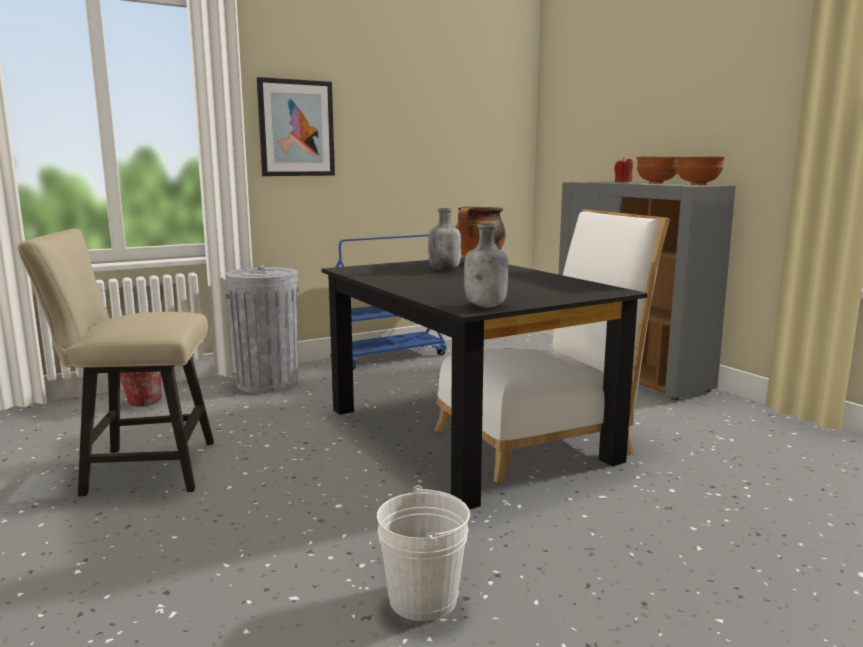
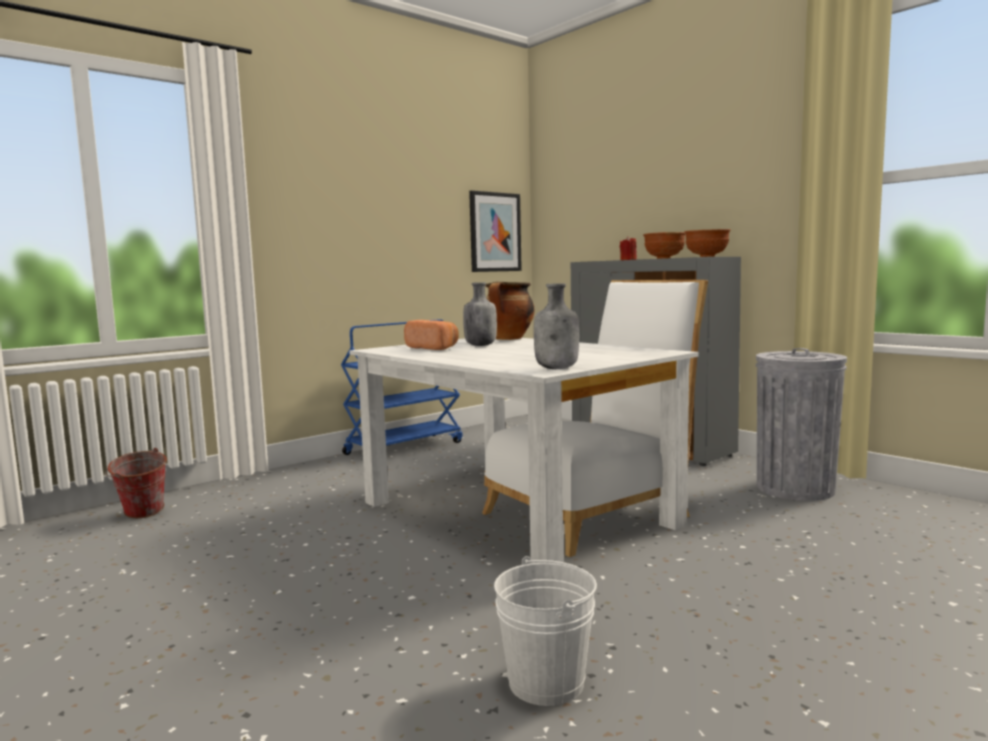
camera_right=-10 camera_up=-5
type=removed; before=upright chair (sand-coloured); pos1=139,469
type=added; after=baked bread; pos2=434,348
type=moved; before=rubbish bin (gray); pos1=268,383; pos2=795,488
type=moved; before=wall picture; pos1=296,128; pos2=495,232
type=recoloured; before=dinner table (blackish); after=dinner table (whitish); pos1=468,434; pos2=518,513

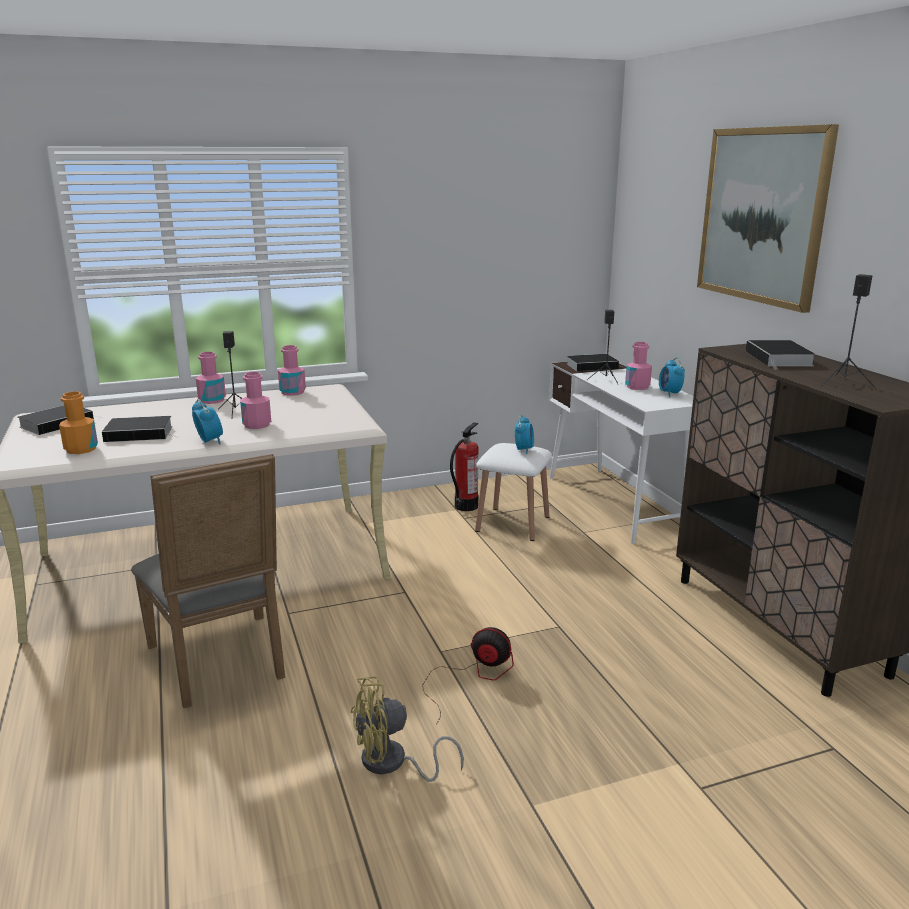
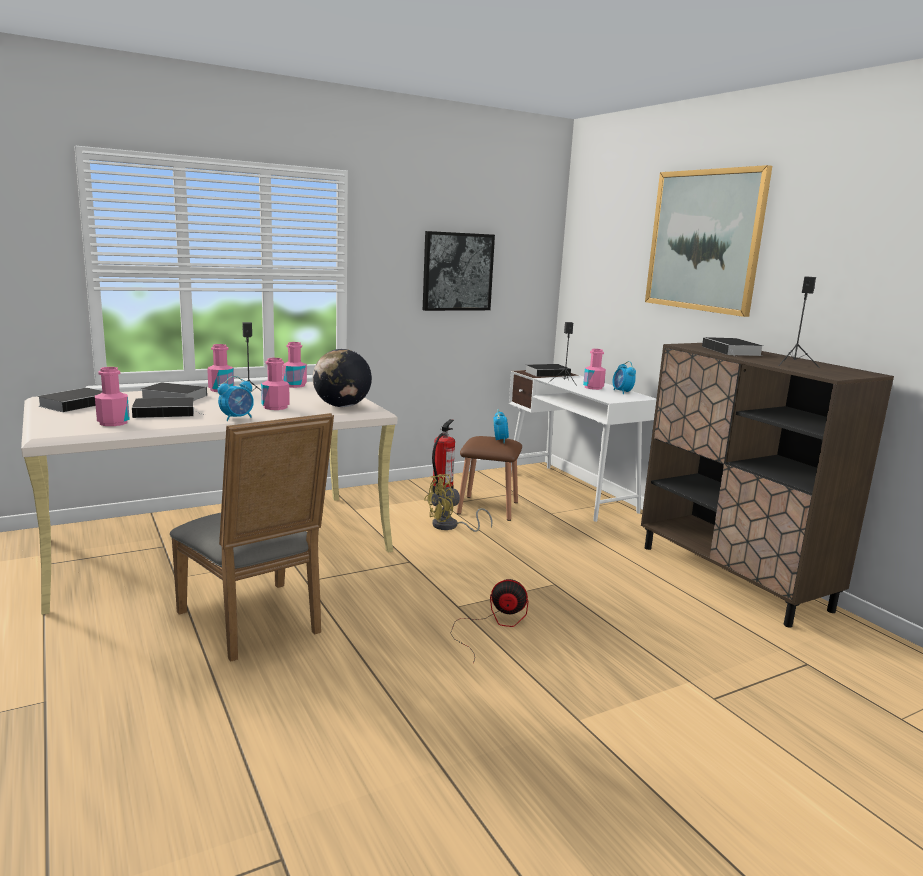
camera_right=-10 camera_up=-5
type=added; after=bound book; pos2=172,397
type=added; after=globe; pos2=341,406
type=added; after=wall picture; pos2=457,271
type=moved; before=fan (yellow); pos1=392,763; pos2=450,526
type=recoloured; before=bottle (orange-coloured); after=bottle (pink-coloured); pos1=81,449; pos2=113,423
type=recoloured; before=stool seat (whitish); after=stool seat (brown-coloured); pos1=512,523; pos2=488,508
type=turned; before=table clock; pos1=209,441; pos2=237,418; turn=90

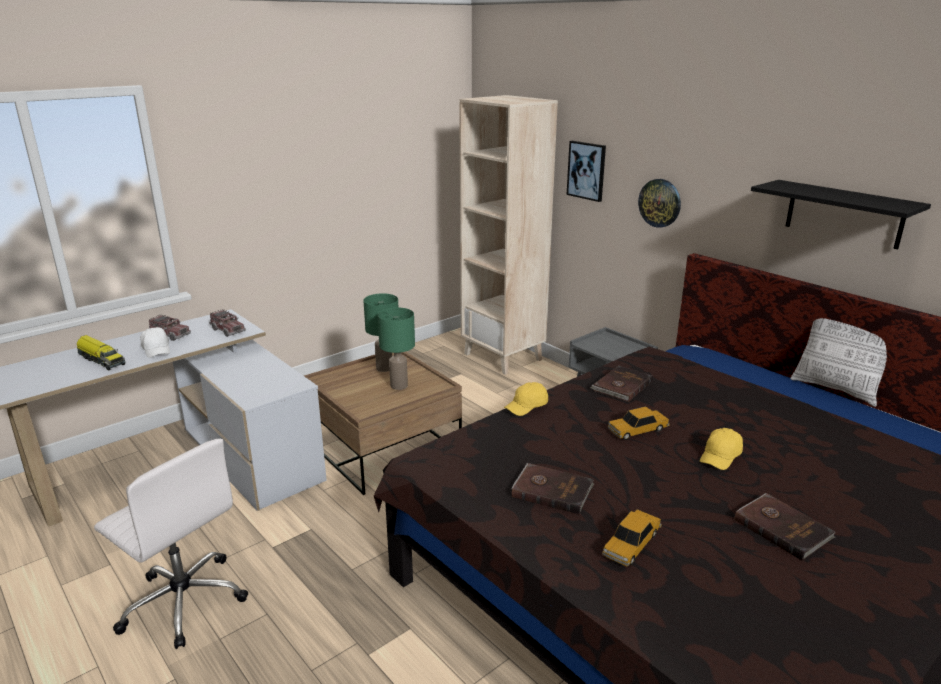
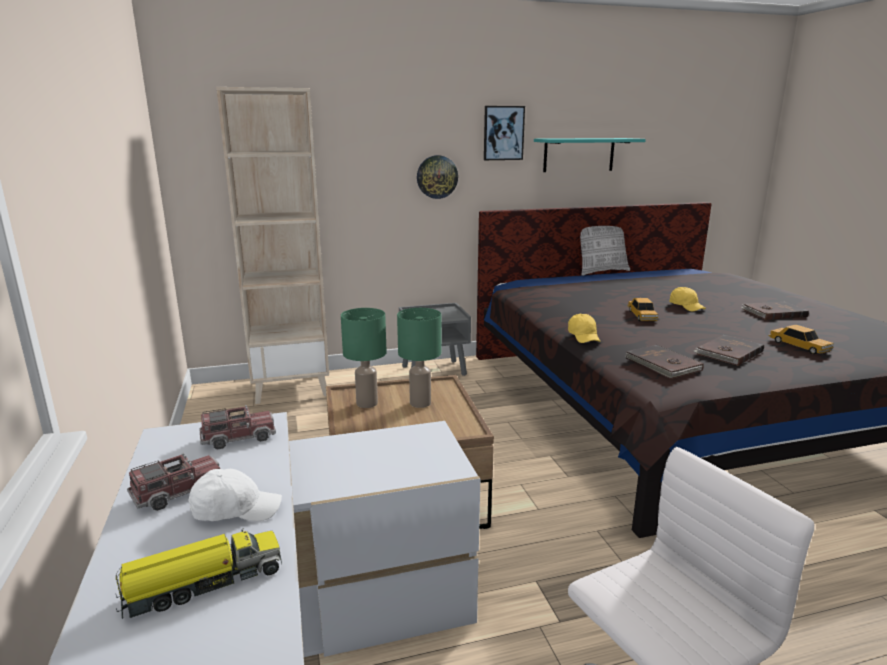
camera_right=-65 camera_up=-5
type=moved; before=wall picture; pos1=586,170; pos2=503,133
type=moved; before=bound book (brown-coloured); pos1=621,386; pos2=662,365
type=recoloured; before=shelf (blackish); after=shelf (blue-green); pos1=844,214; pos2=579,155

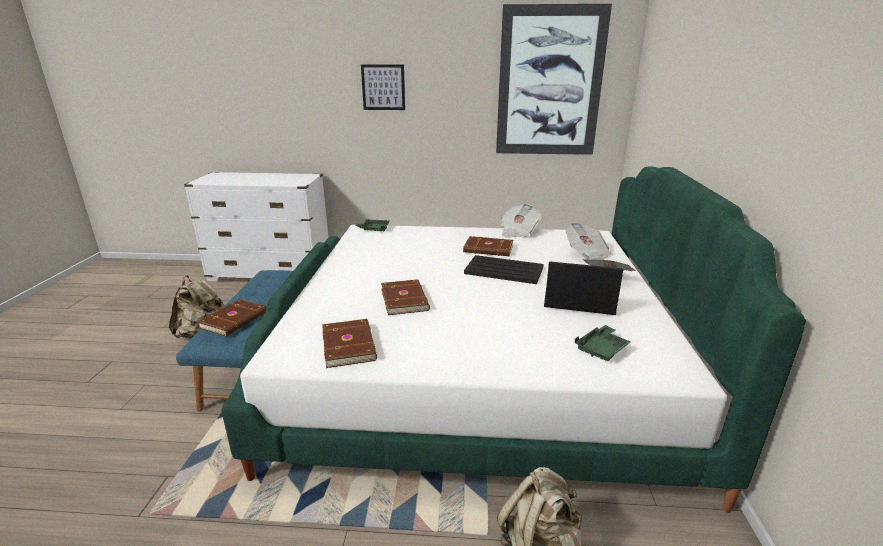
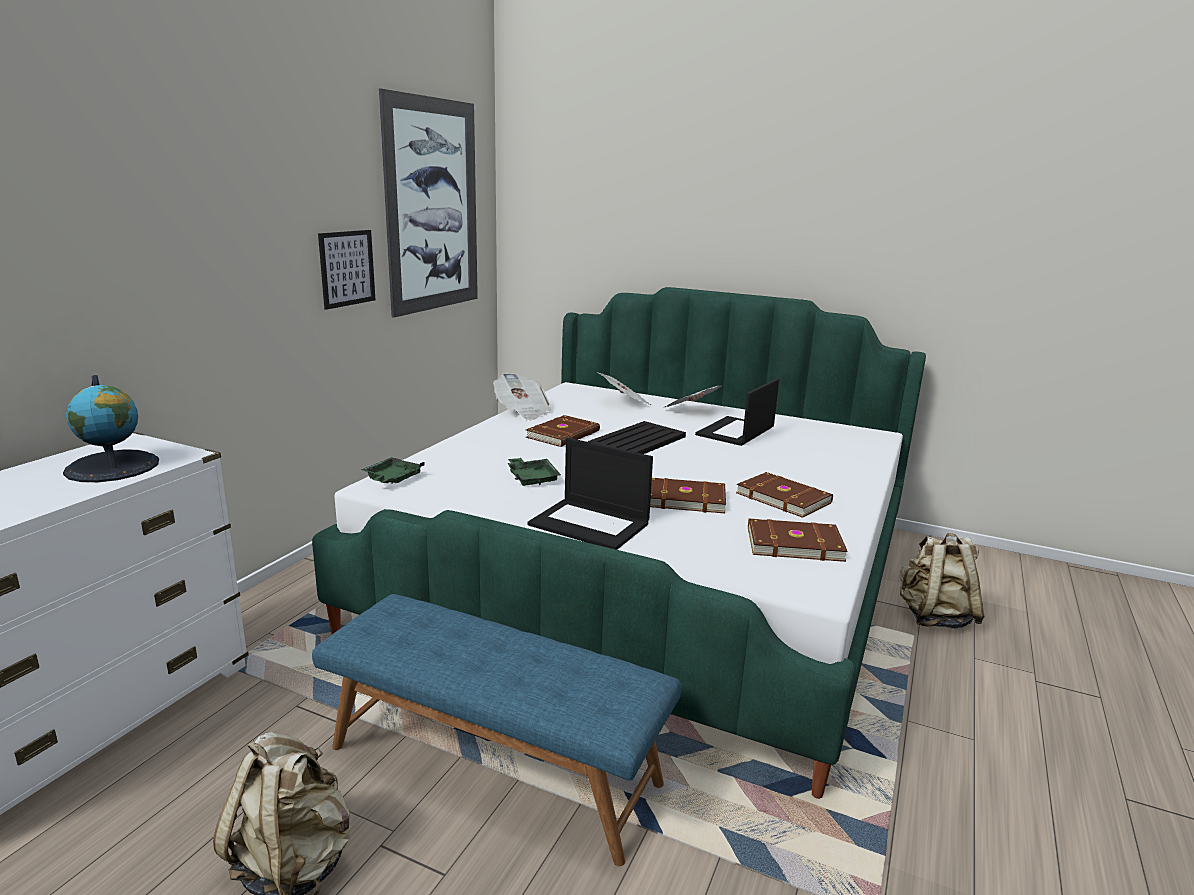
camera_right=-70 camera_up=-5
type=added; after=globe; pos2=113,466
type=added; after=notebook computer; pos2=591,524
type=moved; before=bound book (brown-coloured); pos1=235,320; pos2=783,497
type=moved; before=wall picture; pos1=383,87; pos2=347,268
type=moved; before=tray (green); pos1=602,349; pos2=532,478

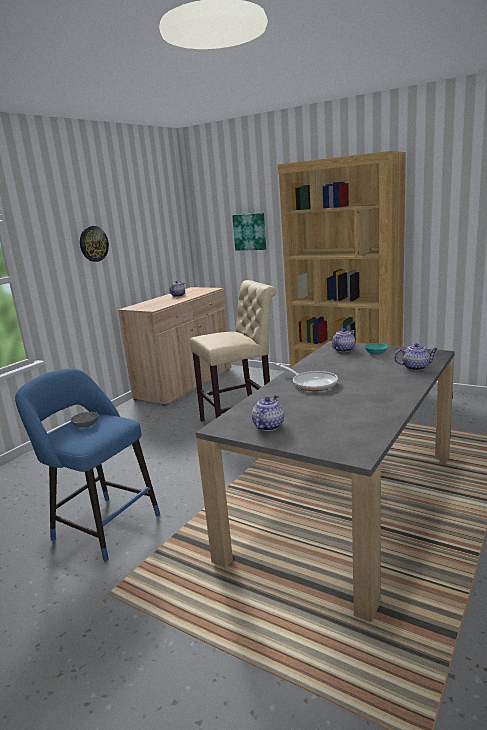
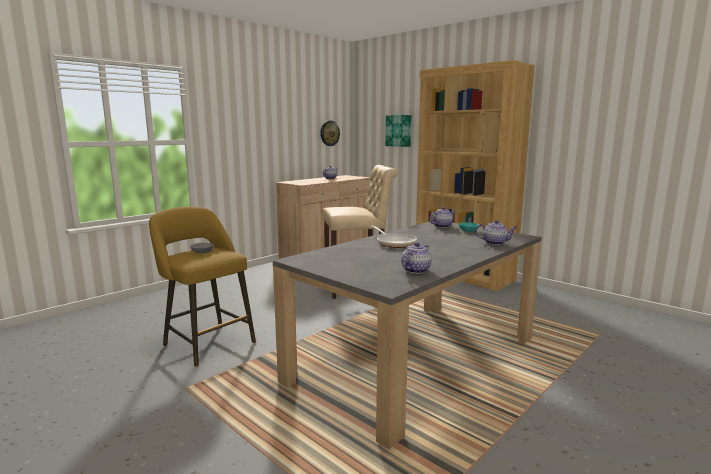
camera_right=10 camera_up=-5
type=moved; before=wall clock; pos1=93,243; pos2=329,133
type=moved; before=pot for tea; pos1=268,426; pos2=416,270
type=recoloured; before=stool seat (blue); after=stool seat (yellow); pos1=102,526; pos2=206,342

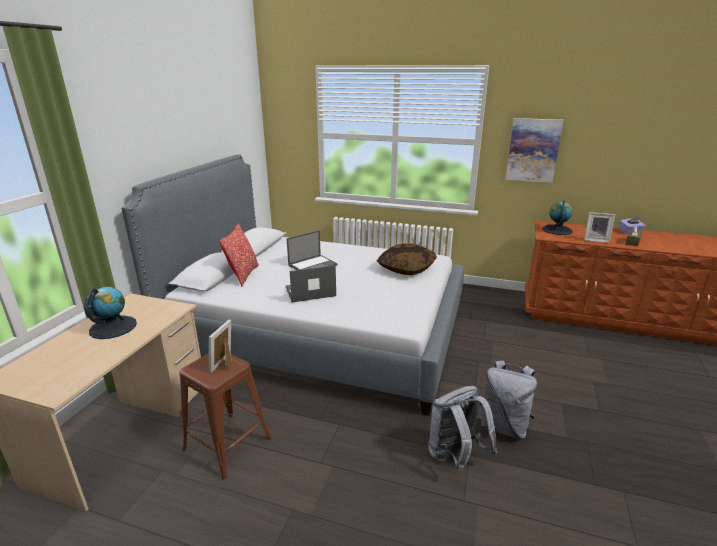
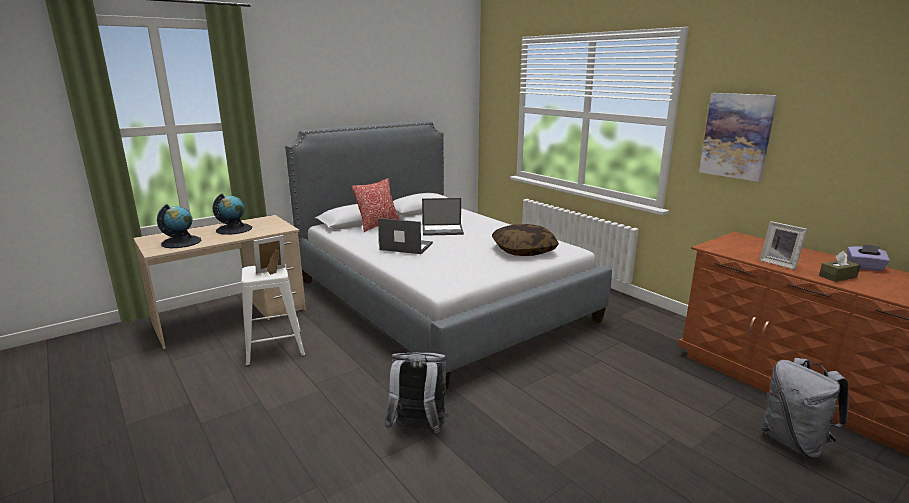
camera_right=35 camera_up=-5
type=moved; before=backpack (gray); pos1=503,426; pos2=794,442
type=moved; before=globe; pos1=557,230; pos2=181,242
type=recoloured; before=stool seat (brown-coloured); after=stool seat (whitish); pos1=227,444; pos2=274,347

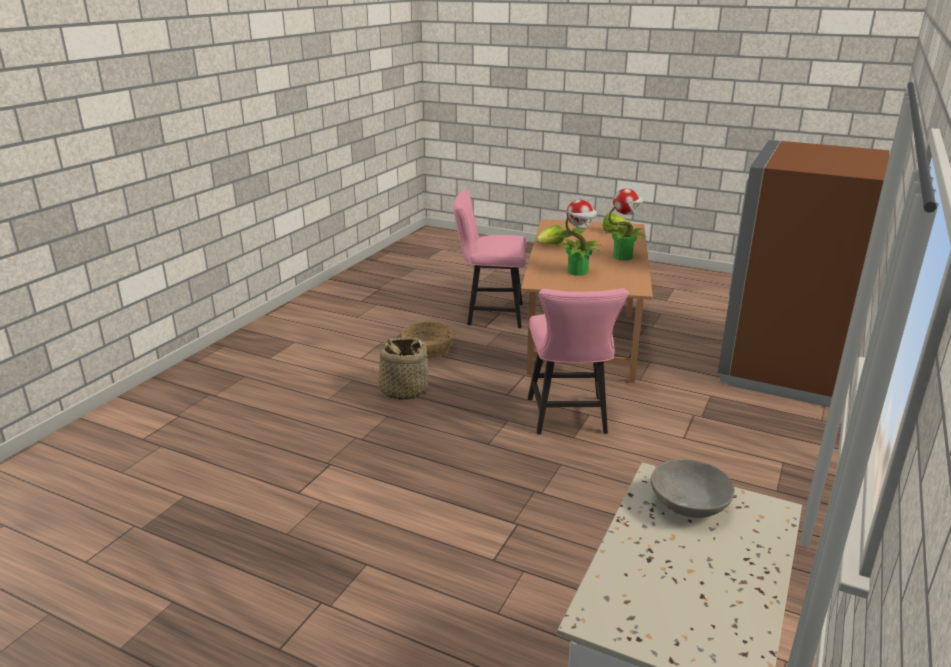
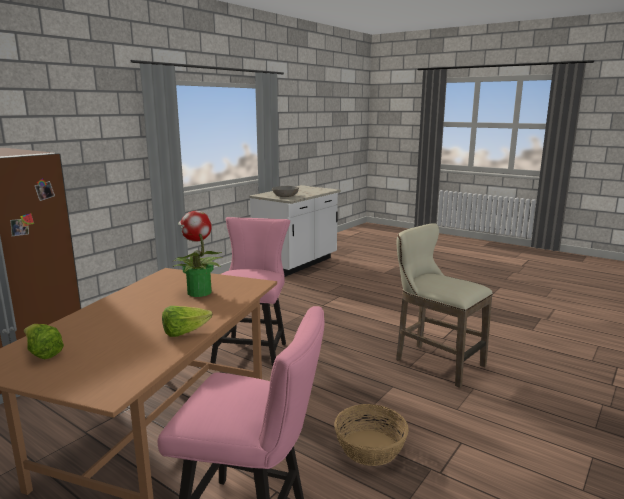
camera_right=-170 camera_up=-10
type=removed; before=household basket; pos1=403,390
type=removed; before=plant in a pot; pos1=623,256
type=added; after=stool seat (sand-coloured); pos2=434,362

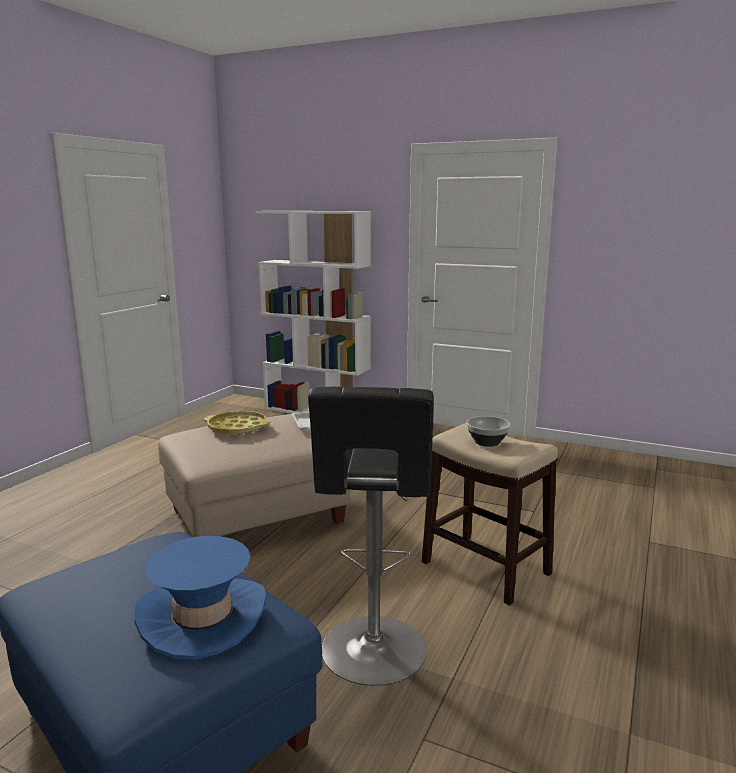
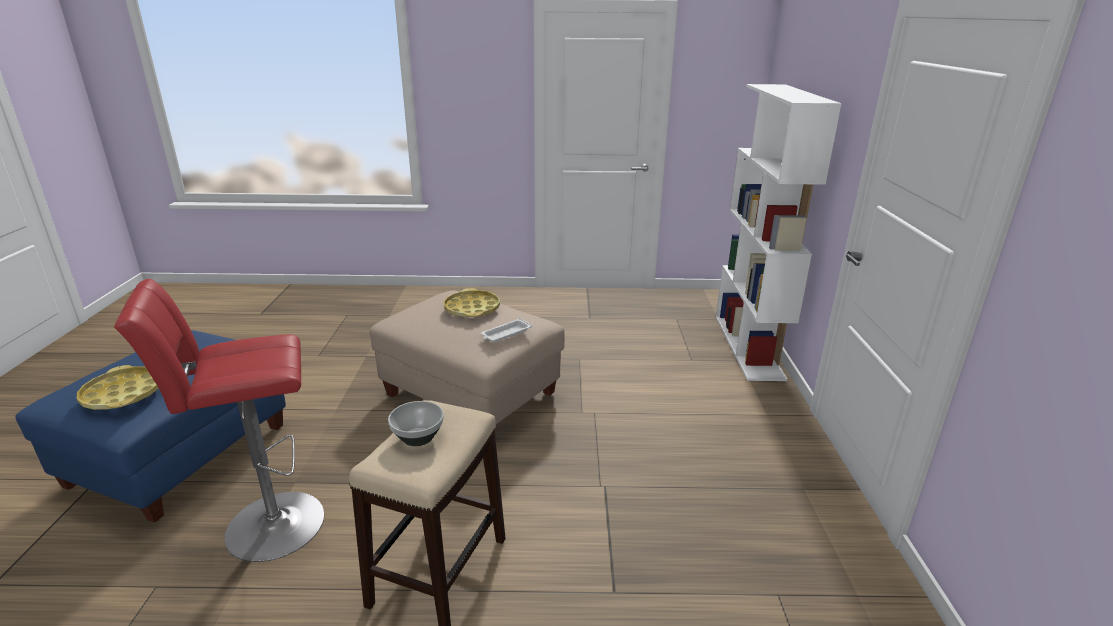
camera_right=65 camera_up=10
type=replaced; before=hat (blue); after=tray (yellow); pos1=203,616; pos2=123,394
type=recoloured; before=stool seat (blackish); after=stool seat (reddish); pos1=373,654; pos2=267,527

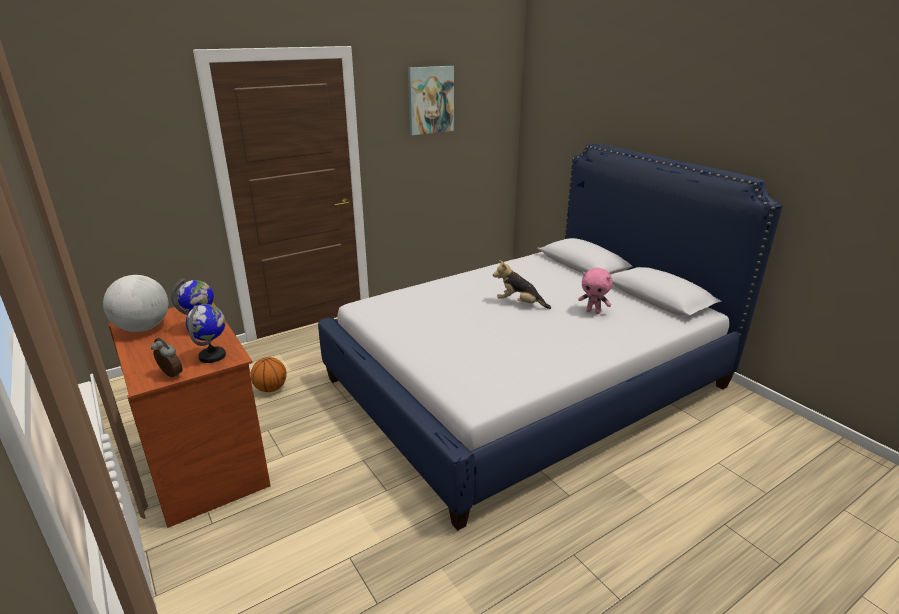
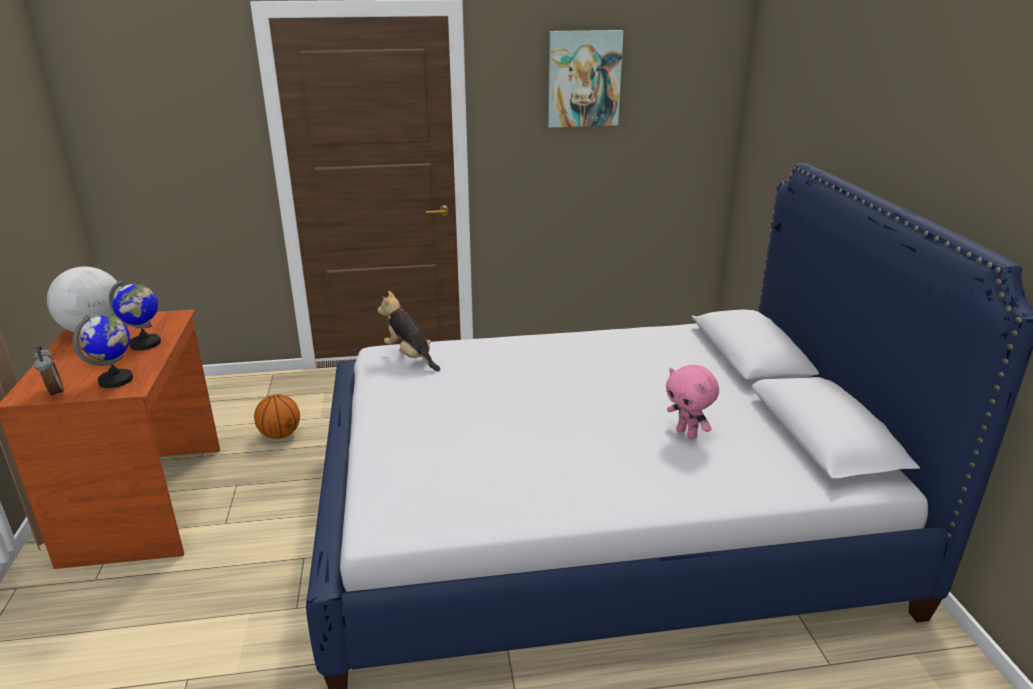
camera_right=25 camera_up=0
type=moved; before=plush toy; pos1=519,304; pos2=410,357

